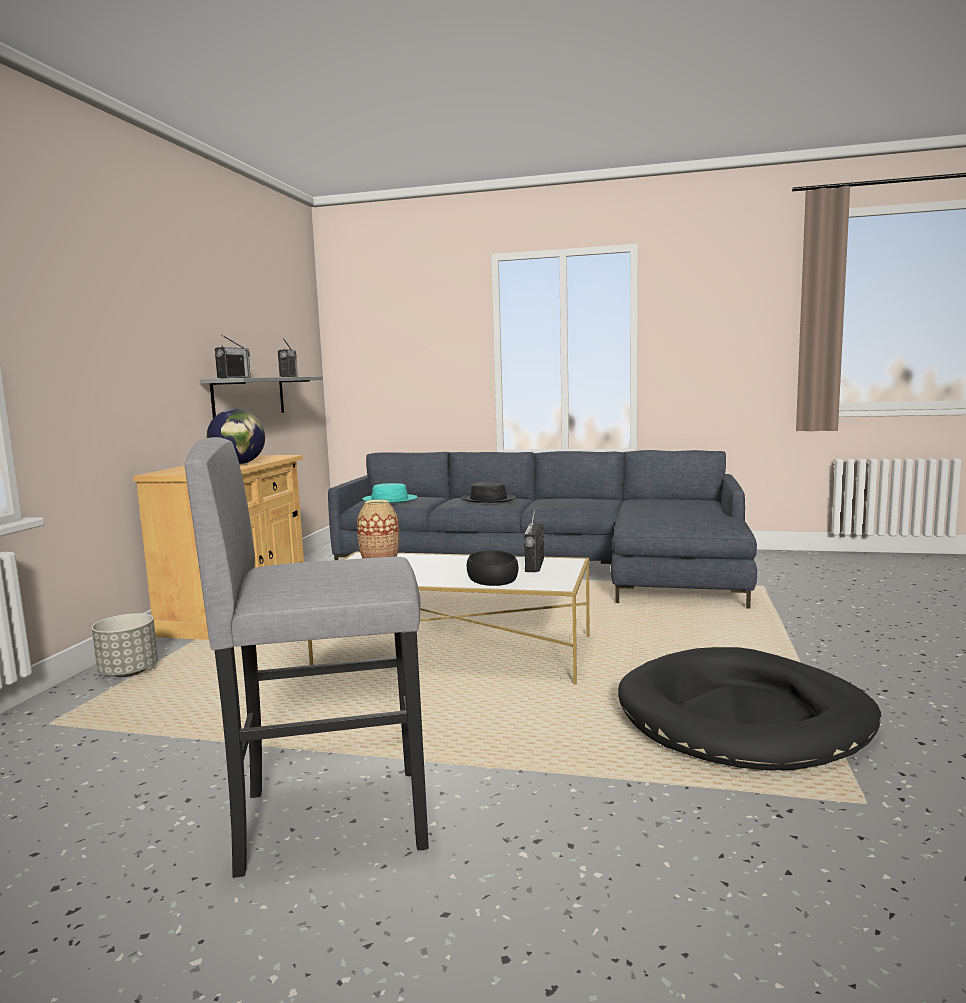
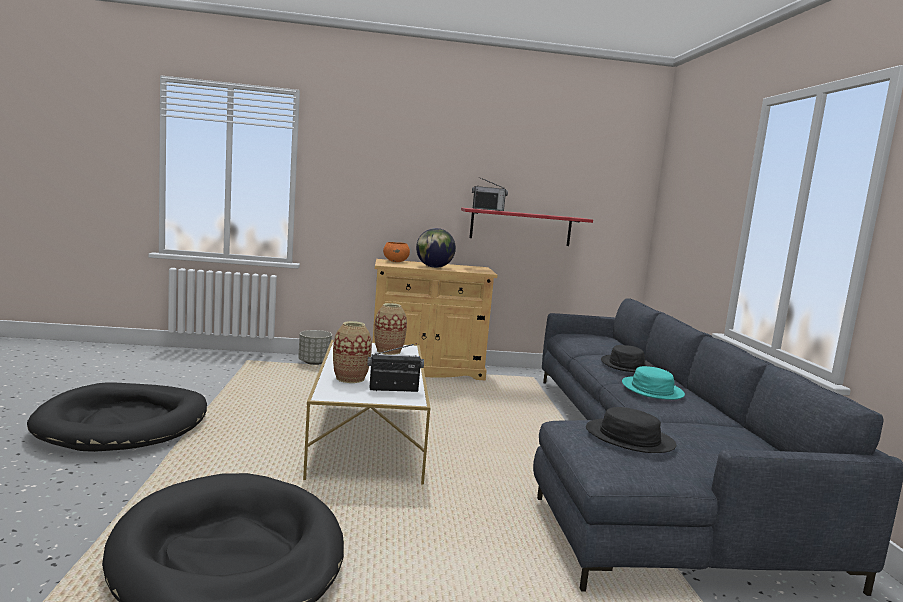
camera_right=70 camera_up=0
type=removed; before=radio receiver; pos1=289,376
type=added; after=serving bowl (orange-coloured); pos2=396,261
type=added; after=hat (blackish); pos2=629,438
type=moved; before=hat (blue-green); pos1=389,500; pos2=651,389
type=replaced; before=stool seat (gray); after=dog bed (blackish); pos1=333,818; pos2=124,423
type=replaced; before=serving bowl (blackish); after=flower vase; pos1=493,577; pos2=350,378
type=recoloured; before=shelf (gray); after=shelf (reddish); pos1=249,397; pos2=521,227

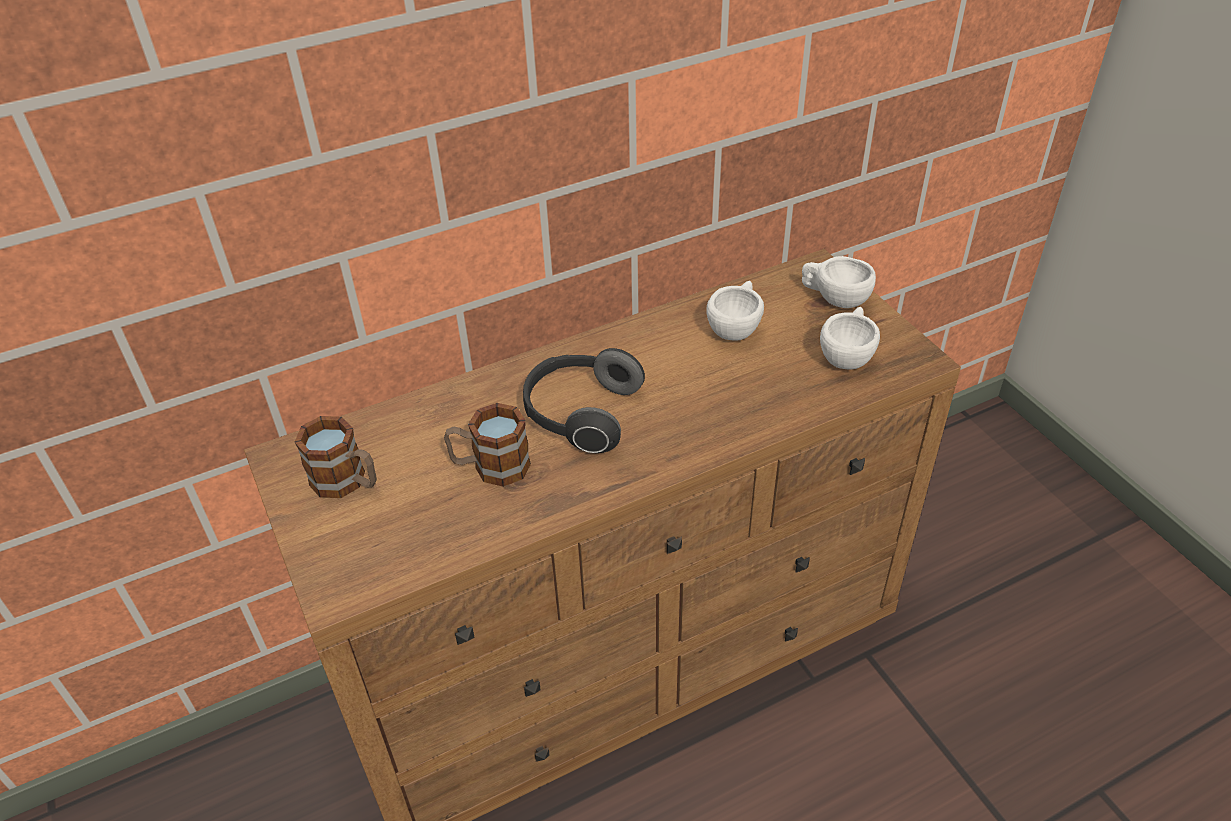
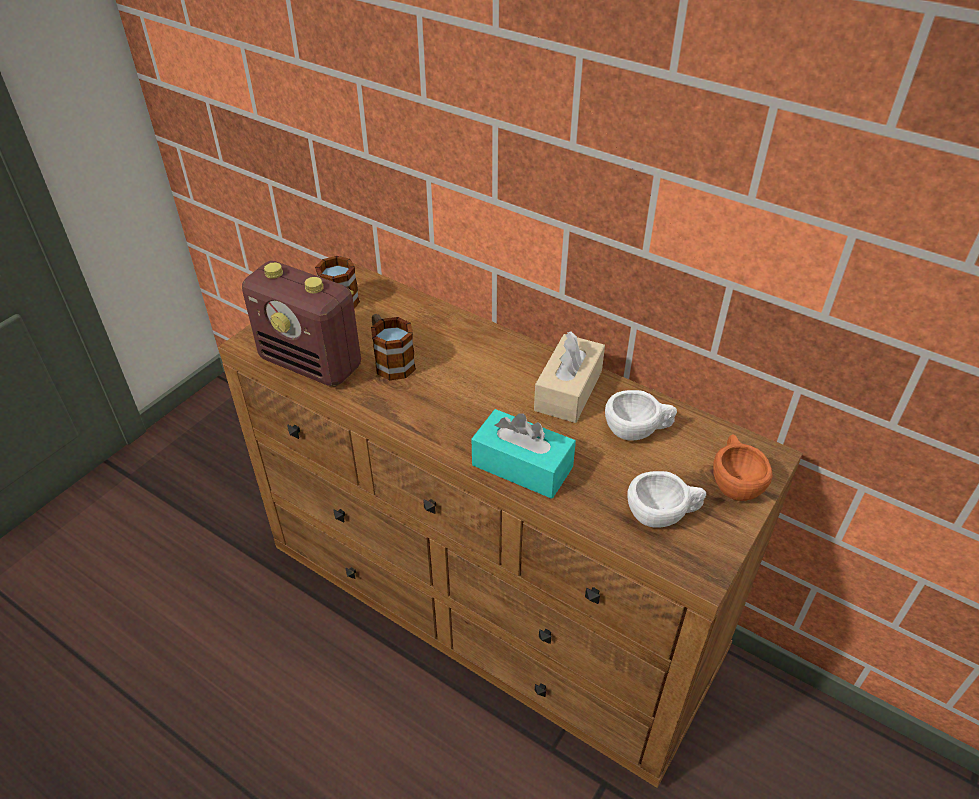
camera_right=60 camera_up=0
type=removed; before=pair of headphones; pos1=580,415
type=added; after=radio receiver; pos2=312,363
type=added; after=box of tissues (blue-green); pos2=522,466
type=added; after=box of tissues (sand-coloured); pos2=568,390
type=recoloured; before=small cup (whitish); after=small cup (orange-coloured); pos1=834,299; pos2=734,482

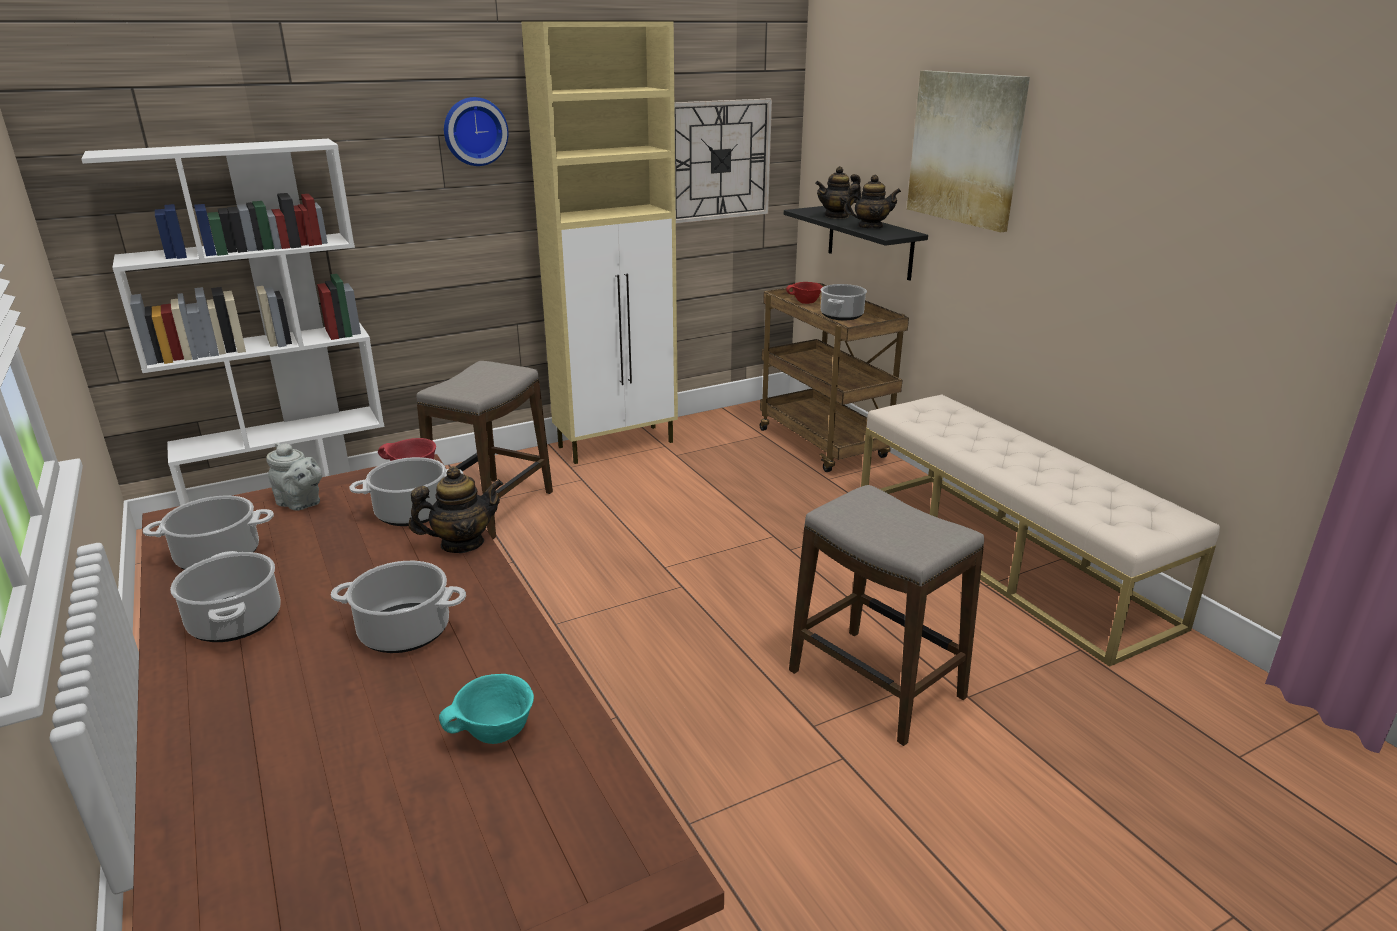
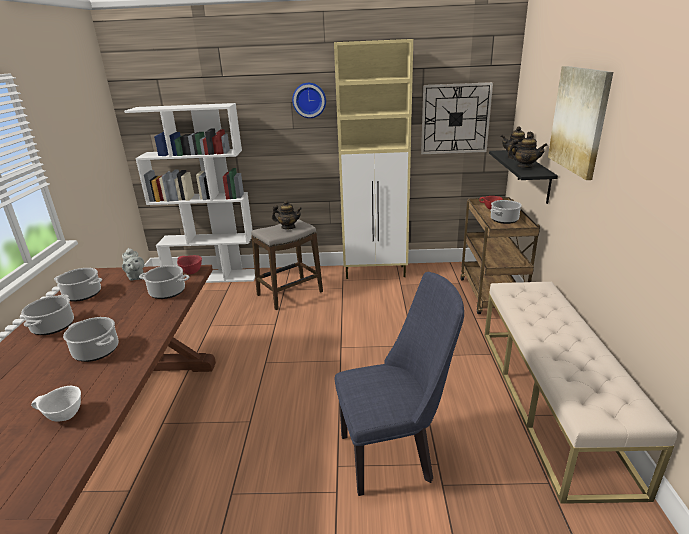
camera_right=30 camera_up=0
type=moved; before=pot for tea; pos1=462,544; pos2=288,227
type=replaced; before=stool seat; after=upright chair (blue); pos1=876,684; pos2=393,454
type=recoloured; before=serving bowl (blue-green); after=serving bowl (whitish); pos1=495,734; pos2=64,416

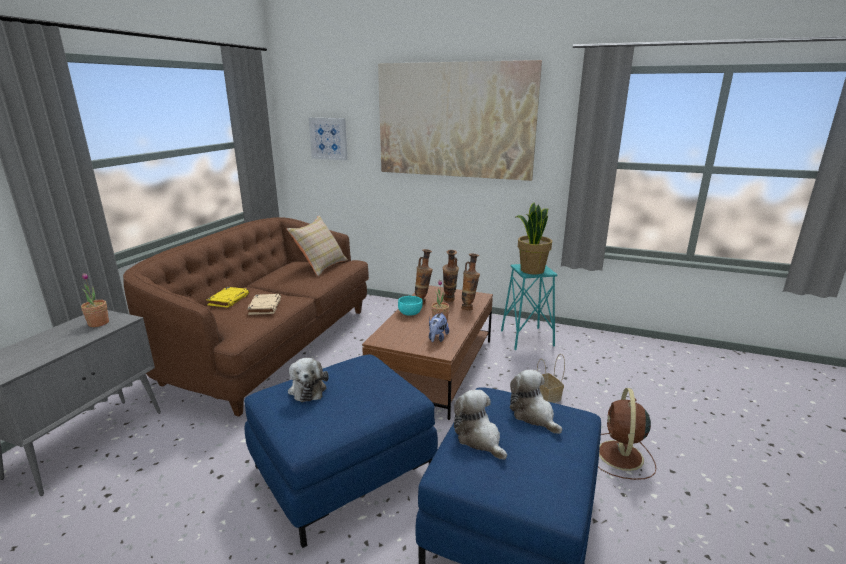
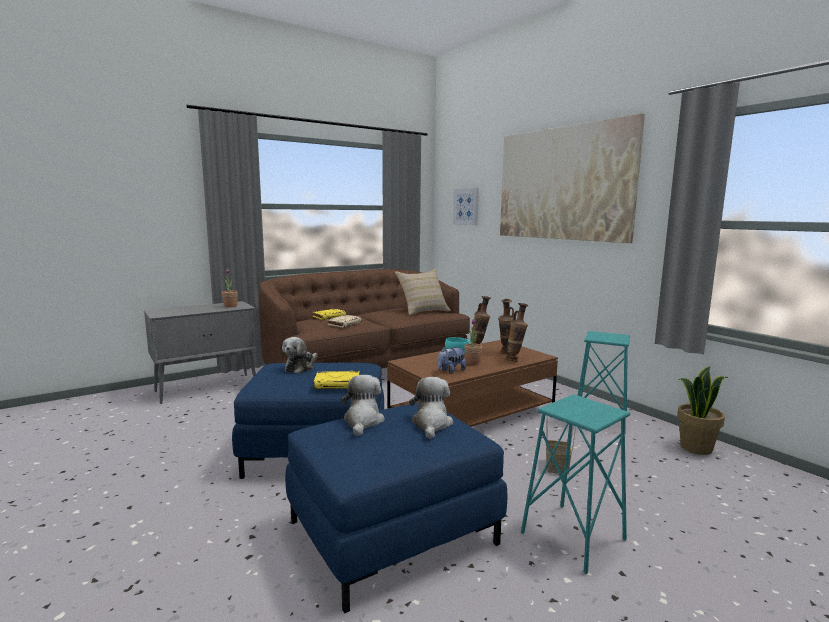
camera_right=35 camera_up=-10
type=added; after=bound book (yellow); pos2=338,383
type=moved; before=plant in a pot; pos1=531,270; pos2=695,447
type=replaced; before=fan (brown-coloured); after=stool seat (blue-green); pos1=620,456; pos2=572,537

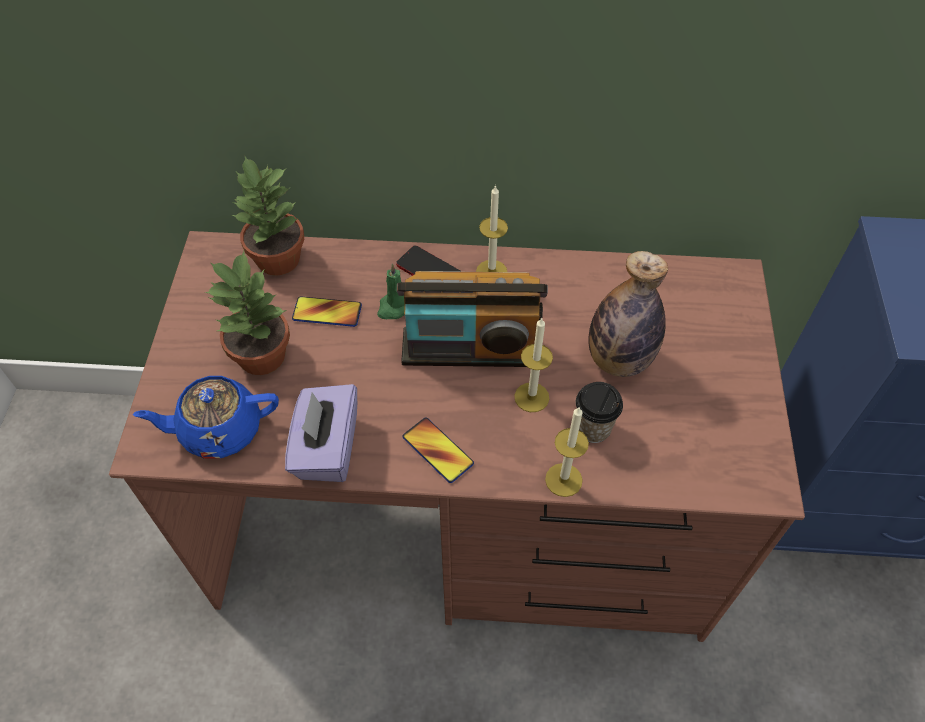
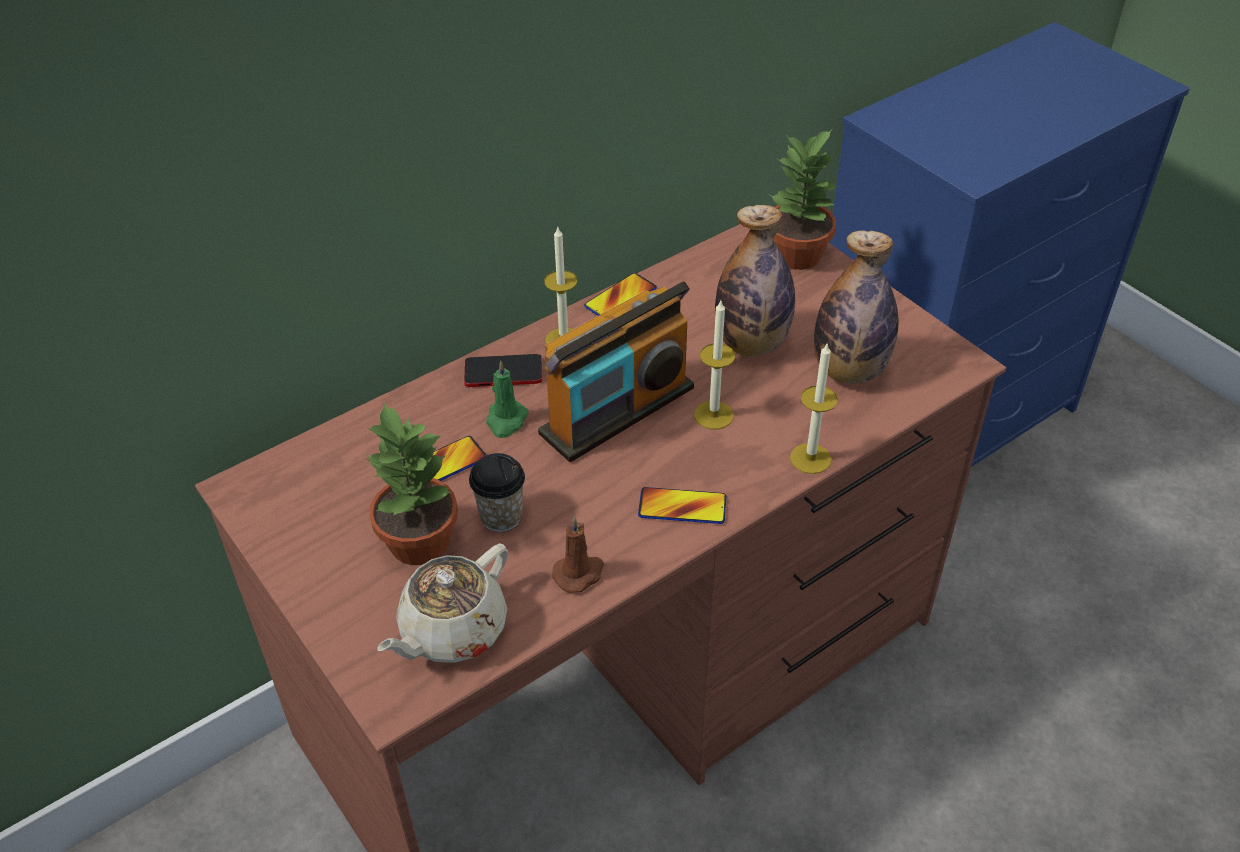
camera_right=-40 camera_up=-10
type=added; after=handset; pos2=620,298
type=added; after=bottle; pos2=849,370
type=moved; before=plant in a pot; pos1=278,260; pos2=798,255
type=moved; before=small cup; pos1=593,428; pos2=501,516
type=replaced; before=box of tissues (purplish); after=wax candle (brown-coloured); pos1=326,448; pos2=579,573
type=recoloured; before=pot for tea (blue); after=pot for tea (sand-coloured); pos1=219,429; pos2=452,630

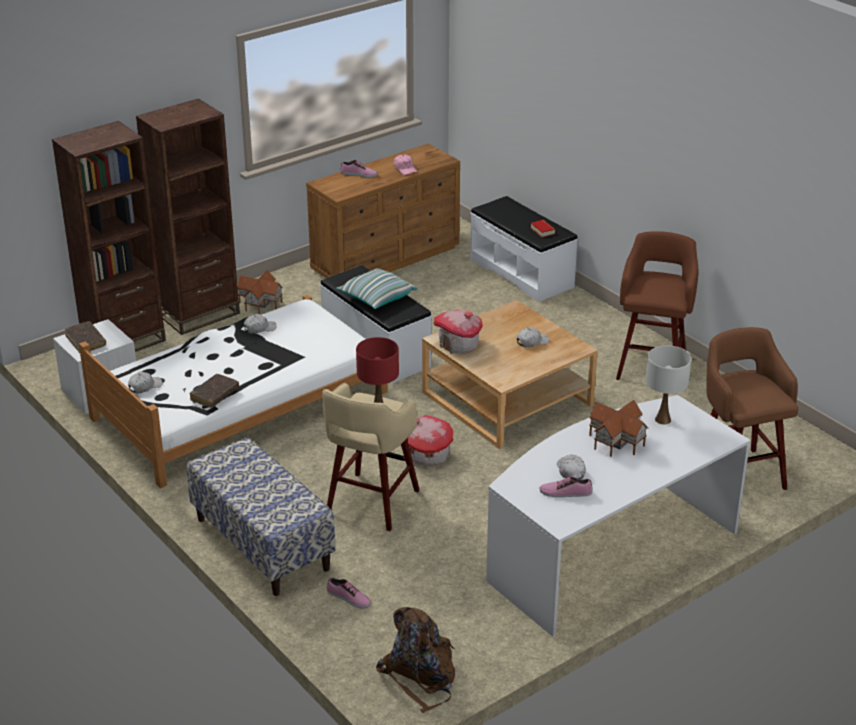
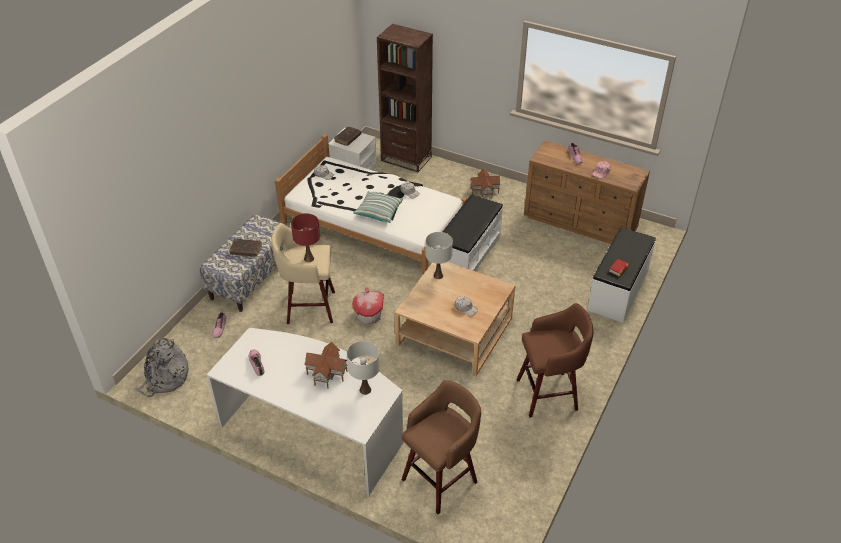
camera_right=65 camera_up=10
type=removed; before=bookcase (brown-coloured); pos1=199,314
type=removed; before=peaked cap (whitish); pos1=570,471
type=moved; before=bound book (brown-coloured); pos1=214,395; pos2=246,250
type=moved; before=cushion; pos1=376,298; pos2=378,212
type=replaced; before=model house; after=tabletop lamp (whitish); pos1=458,345; pos2=438,276
type=recoloured; before=backpack (brown-coloured); after=backpack (gray); pos1=420,676; pos2=165,379

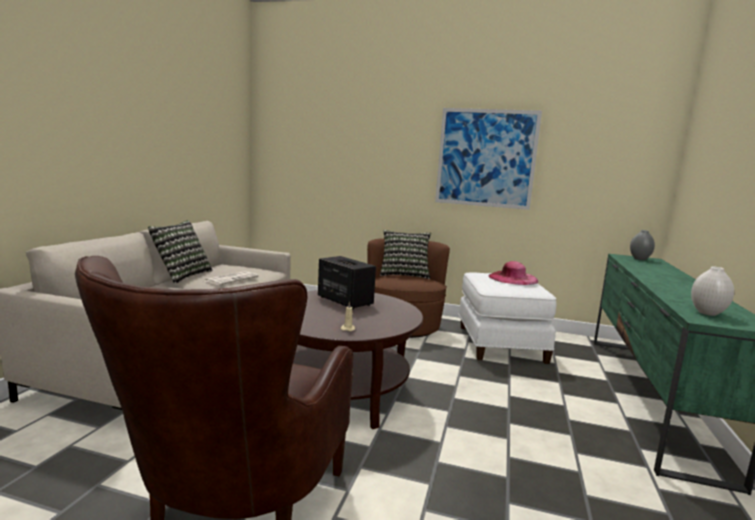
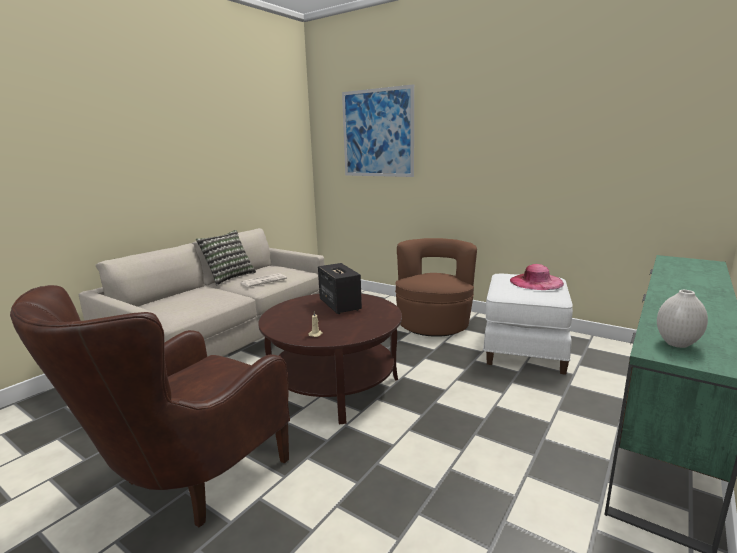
camera_right=20 camera_up=5
type=removed; before=cushion; pos1=404,274
type=removed; before=flower vase (gray); pos1=639,259
type=moved; before=wall picture; pos1=486,158; pos2=377,133

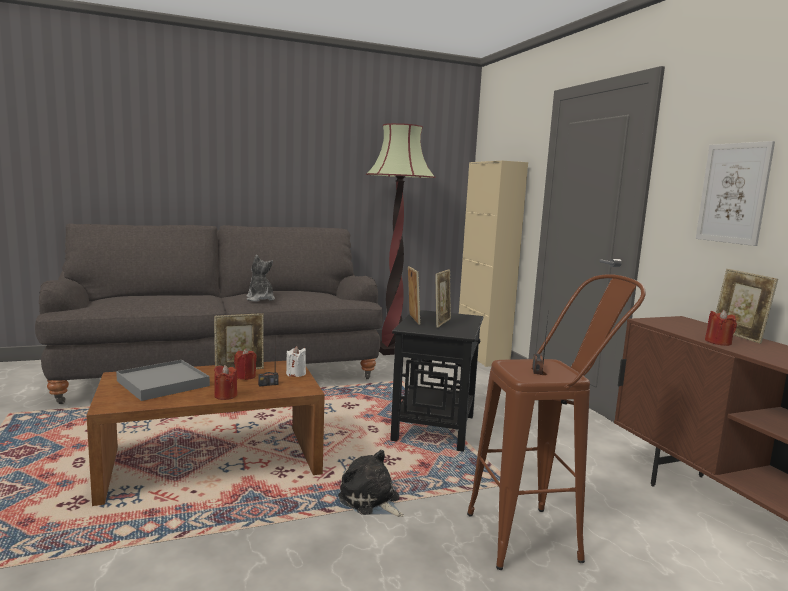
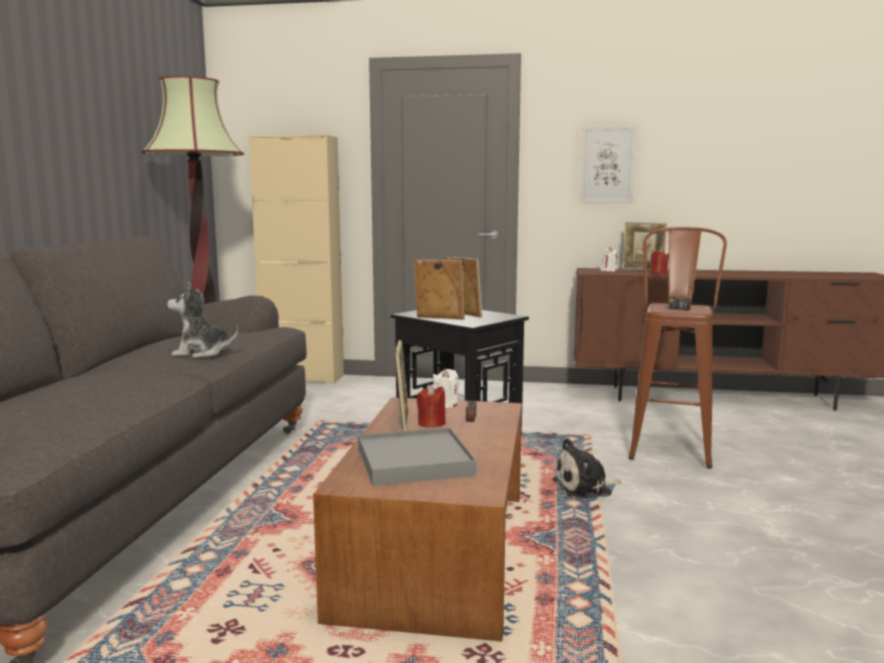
camera_right=-60 camera_up=0
type=removed; before=wax candle (reddish); pos1=225,396
type=added; after=wax candle (whitish); pos2=608,271

